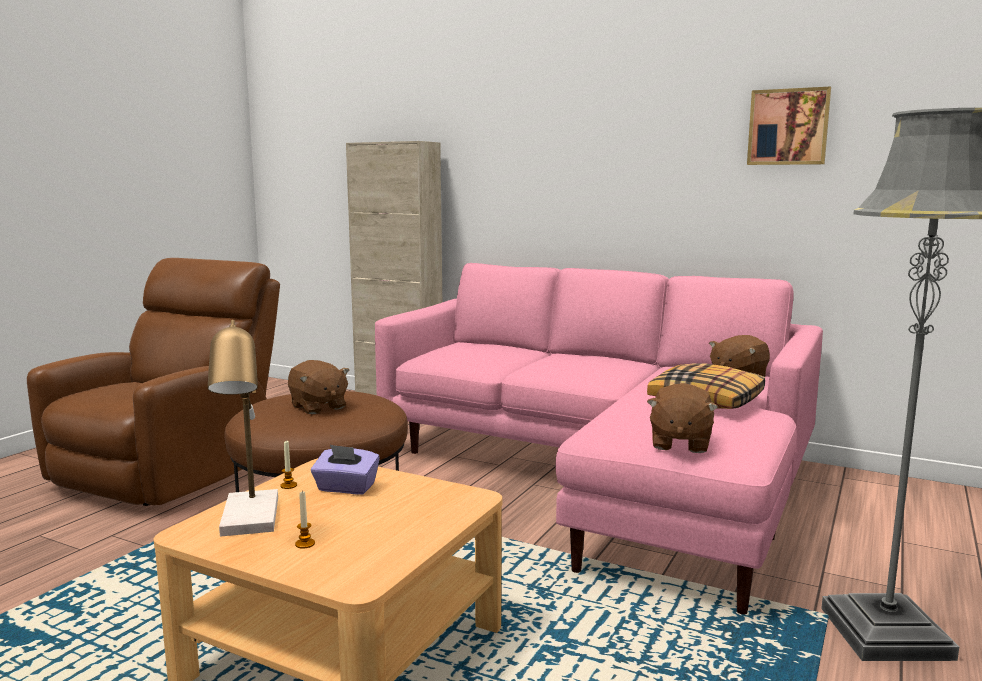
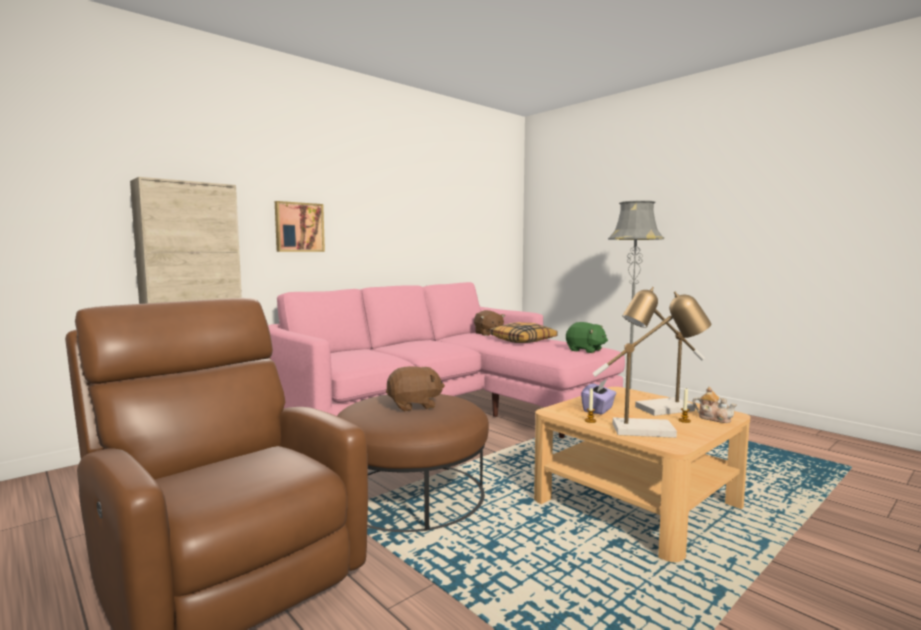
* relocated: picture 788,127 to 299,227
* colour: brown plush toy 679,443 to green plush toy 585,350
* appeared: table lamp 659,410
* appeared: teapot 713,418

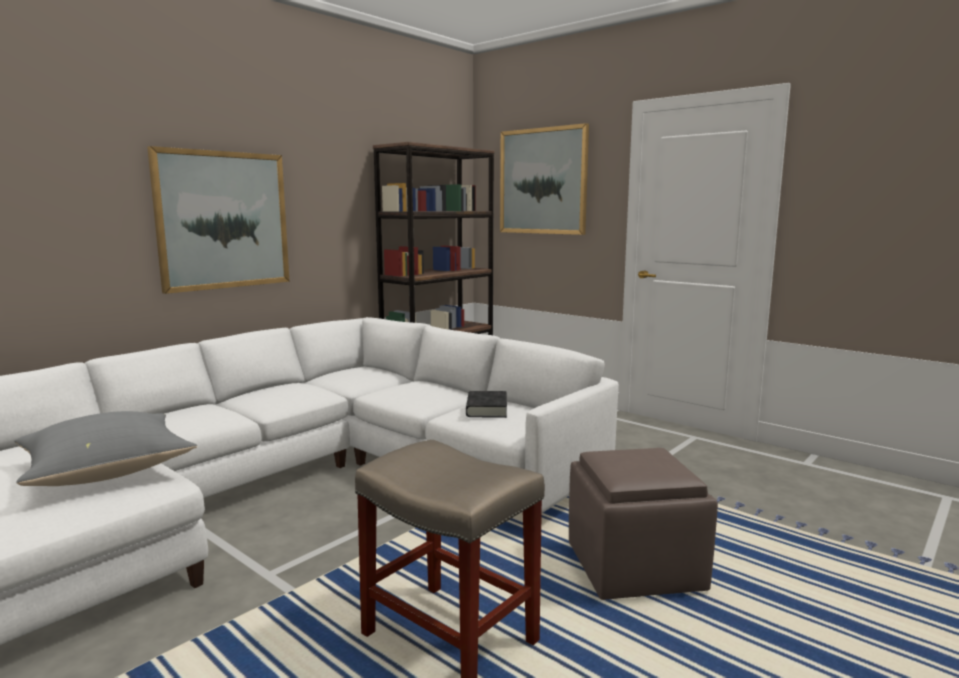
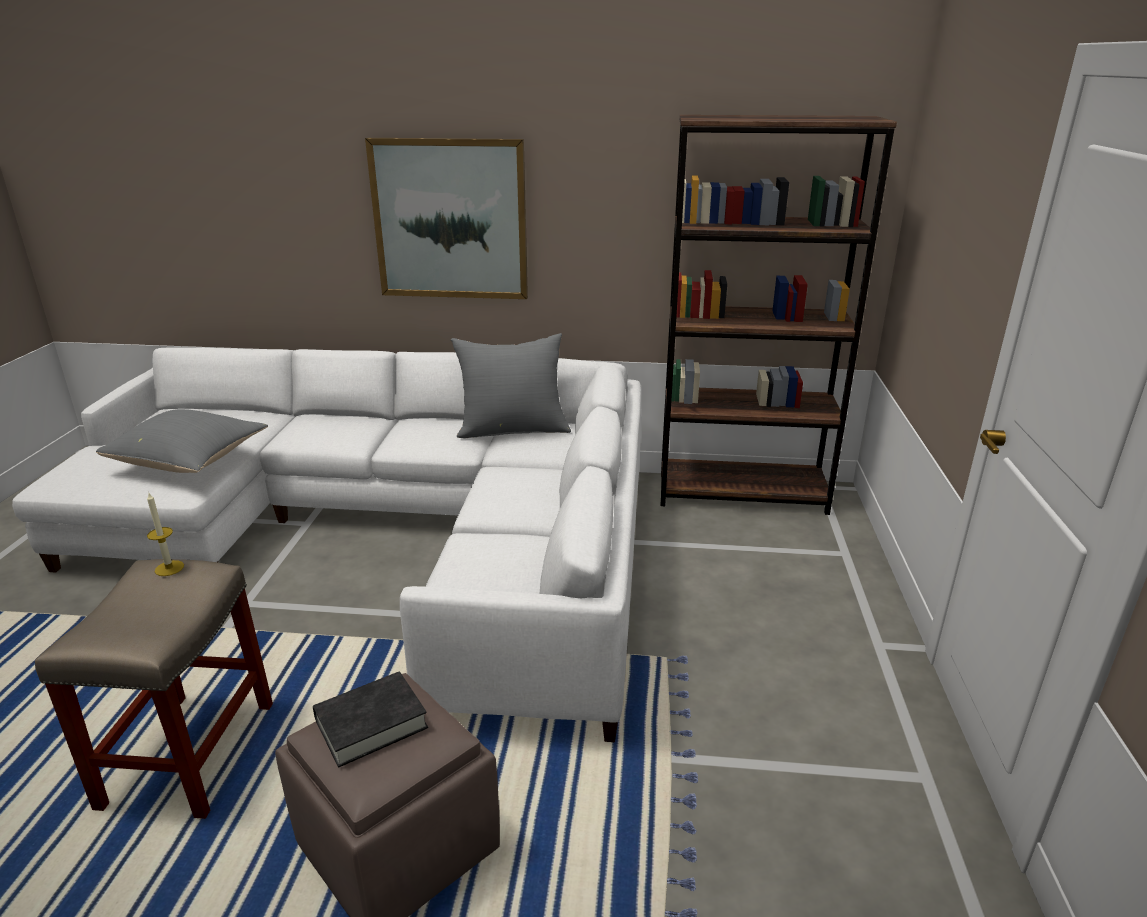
* appeared: candle 169,568
* relocated: black book 486,409 to 371,724
* appeared: grey pillow 513,429
* missing: picture 543,181

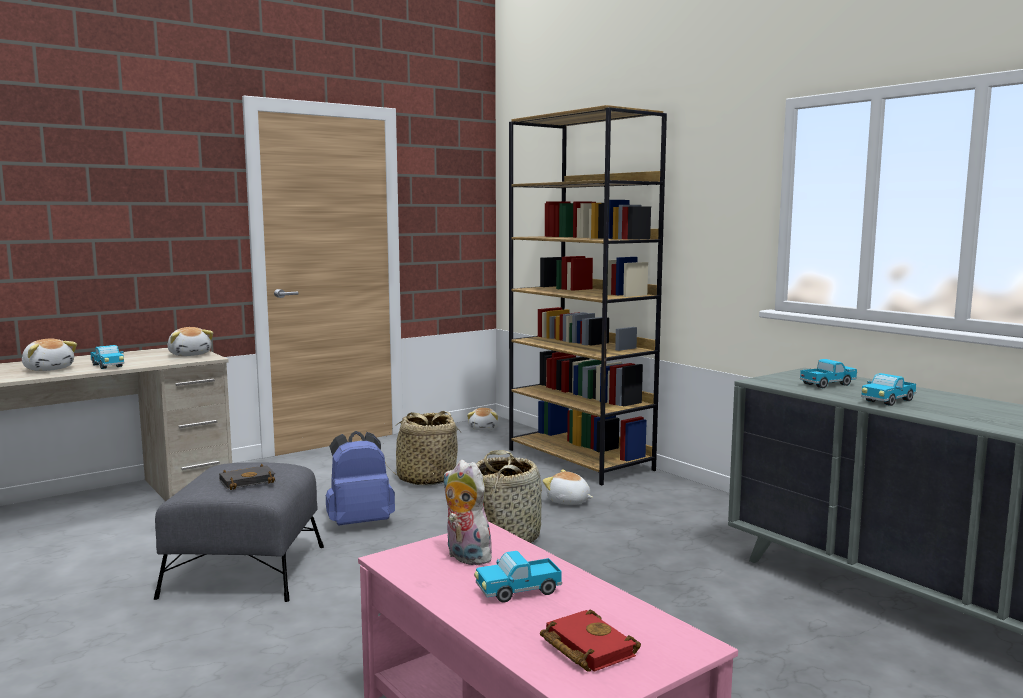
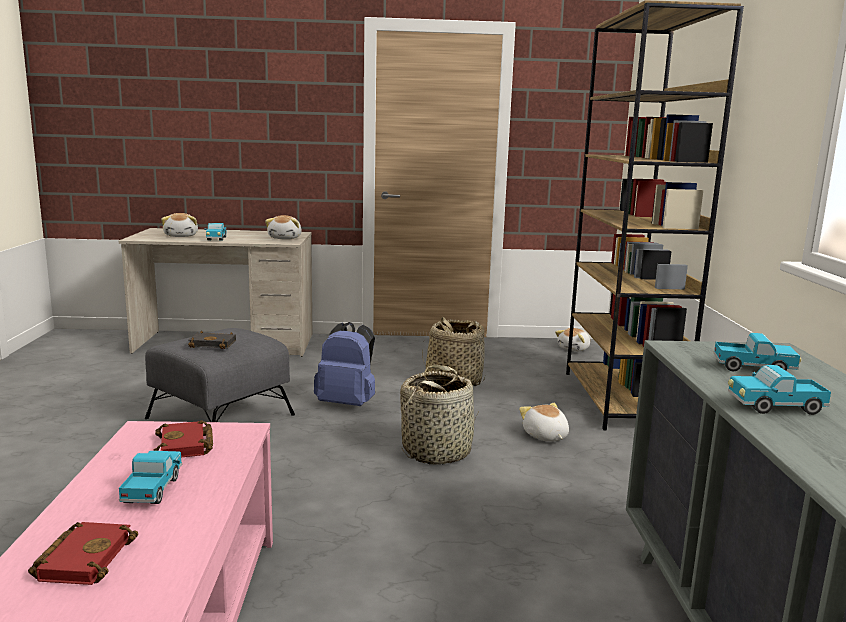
* spun: toy truck 517,591 = 153,489 75 degrees clockwise
* exchanged: plush toy 465,557 to red book 186,446

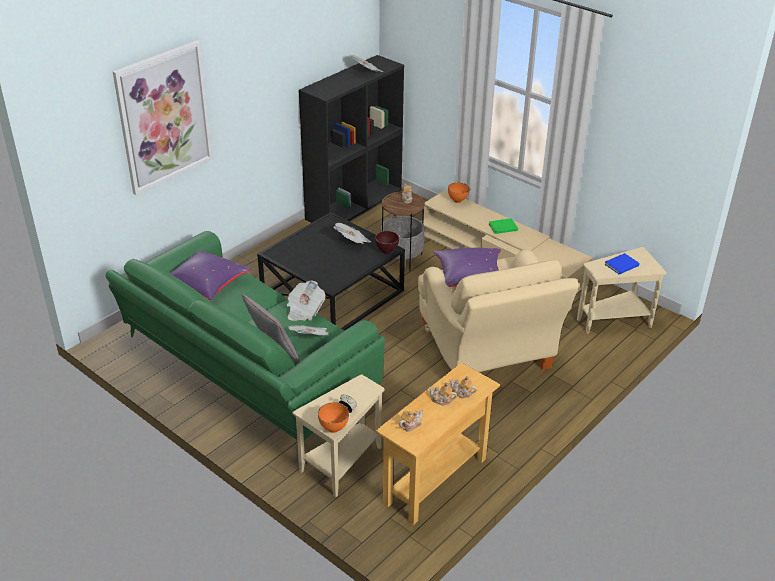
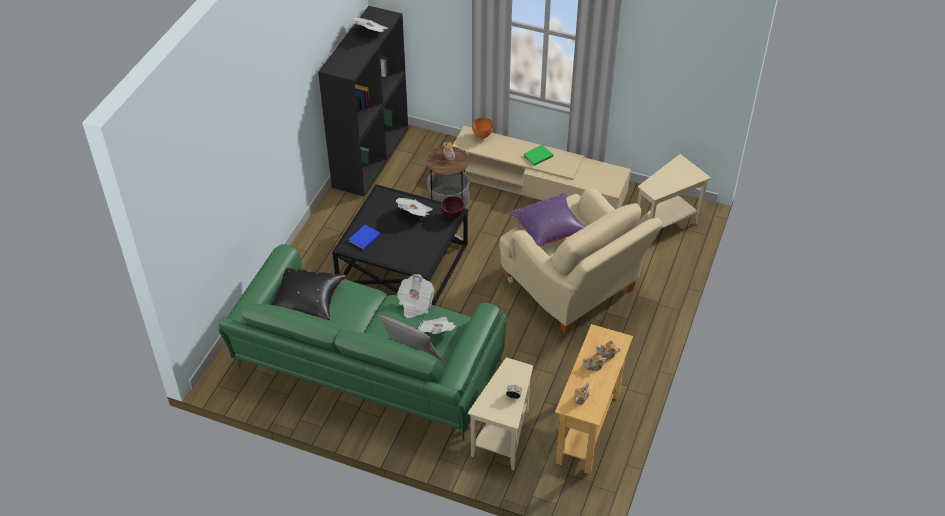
* colour: purple pillow 205,285 to black pillow 307,302
* relocated: blue book 620,265 to 363,238
* missing: picture 164,117
* missing: orange bowl 333,428

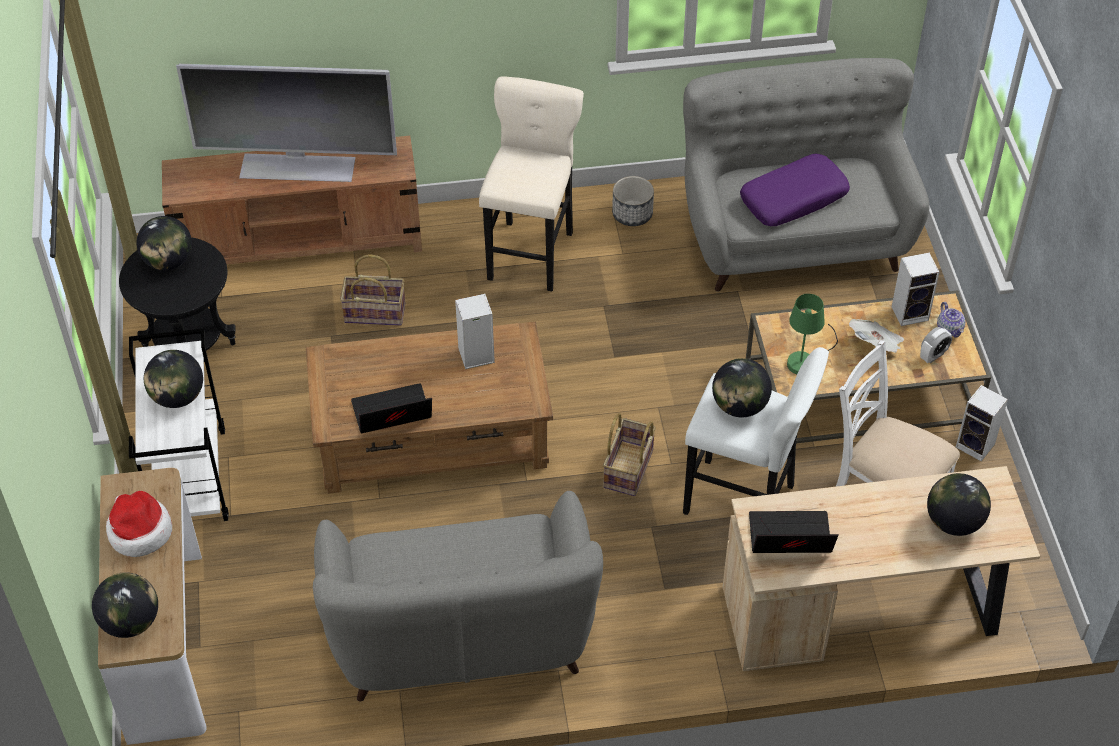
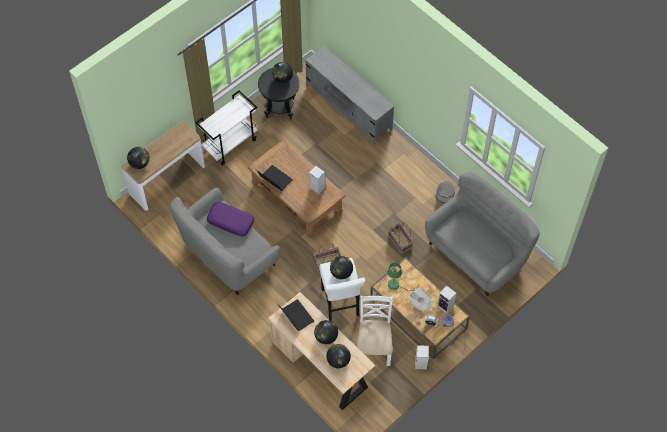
* relocated: purple pillow 793,198 to 231,221
* colour: brown tv stand 300,242 to grey tv stand 349,107
* relocated: globe 177,397 to 326,337
* relocated: basket 375,312 to 400,241
* missing: hat 139,531
* missing: television 297,166
* missing: beige stool 531,252

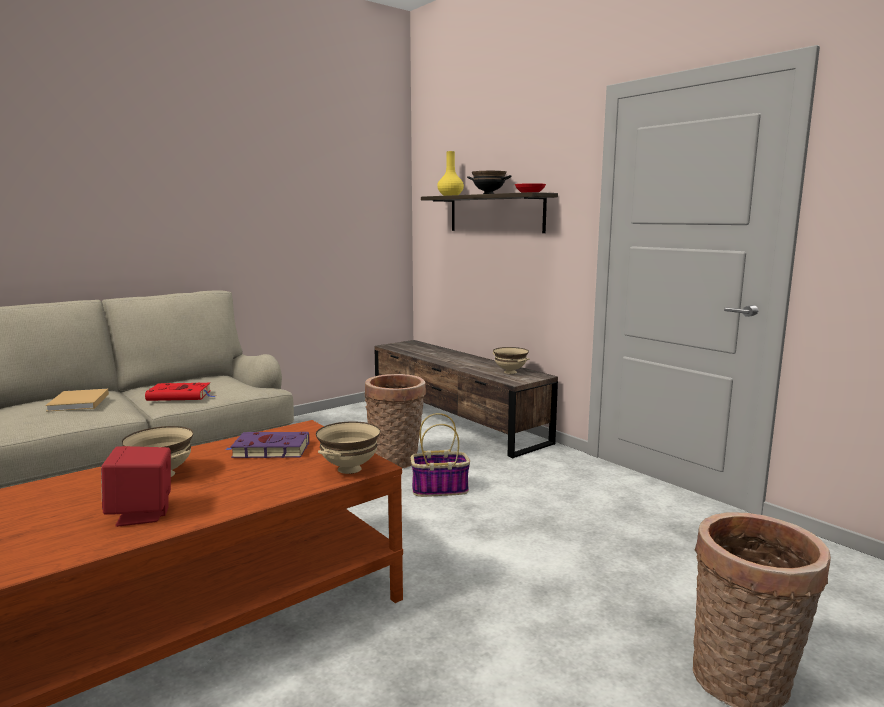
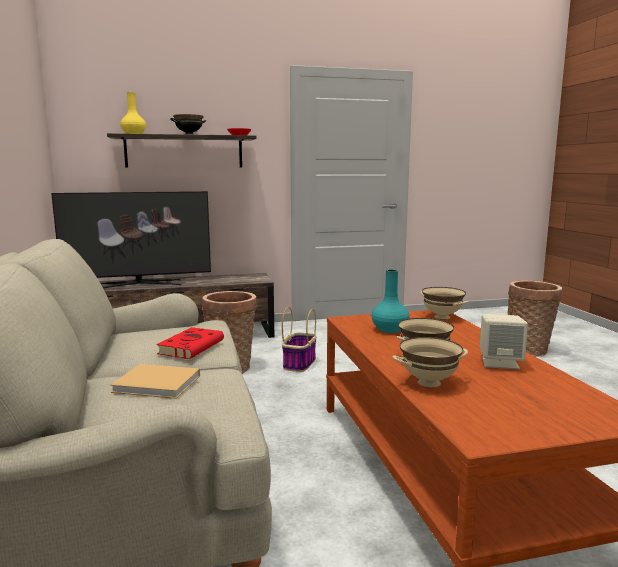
* appeared: television 138,284
* exchanged: purple book 269,450 to turquoise vase 390,330
* relocated: beige bowl 509,372 to 429,383
* colour: red speaker 142,514 to beige speaker 500,363

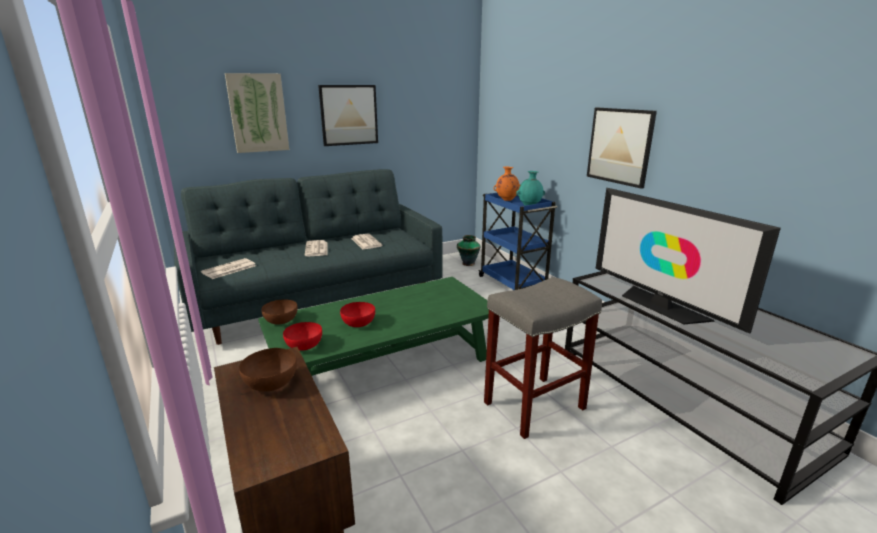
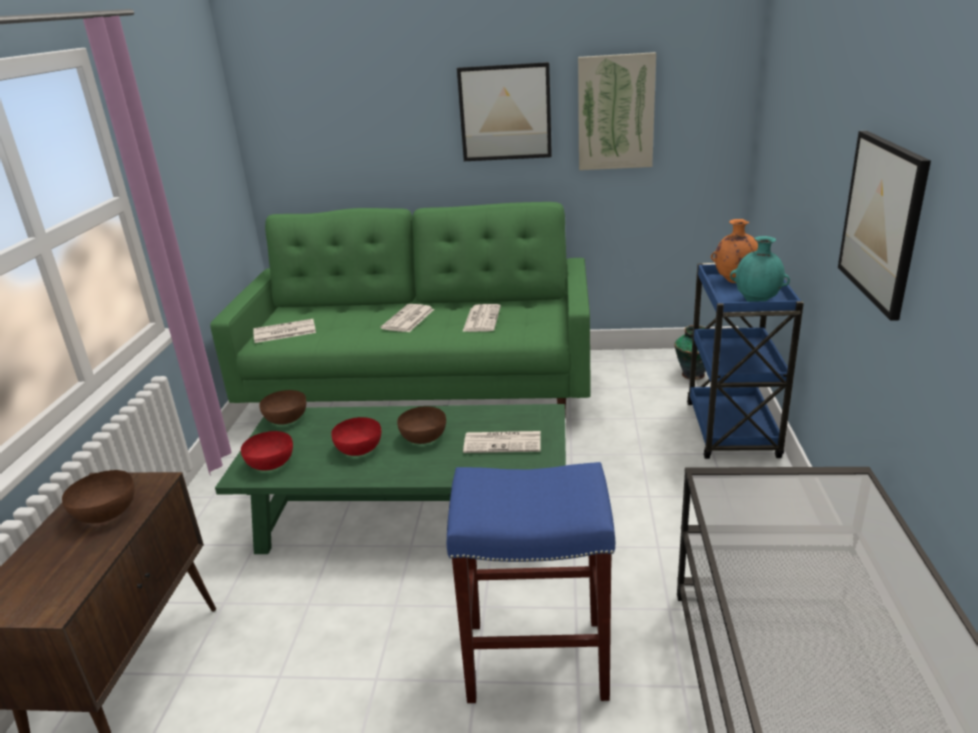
* colour: grey sofa 319,300 to green sofa 422,390
* appeared: brown bowl 424,437
* colour: grey stool 534,406 to blue stool 534,660
* appeared: newspaper 503,442
* relocated: picture 258,113 to 615,112
* missing: television 661,306

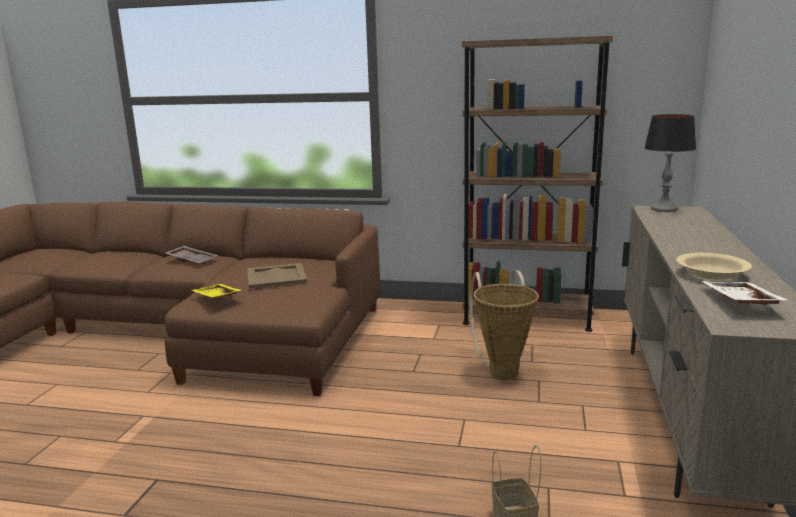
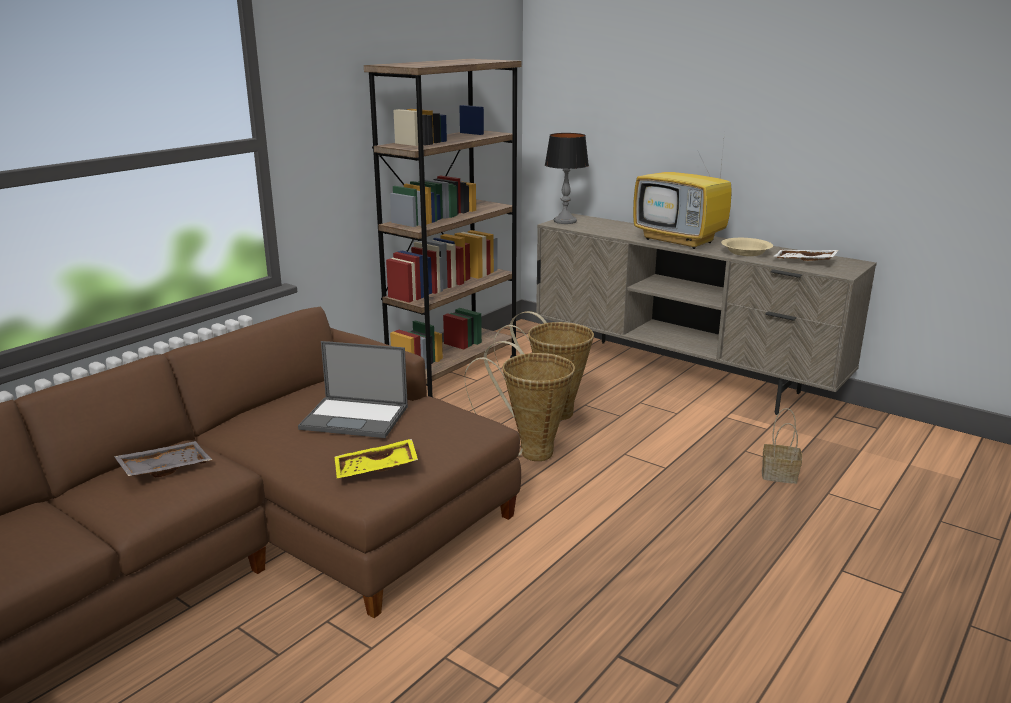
* exchanged: beige tray 277,276 to laptop 356,417
* appeared: basket 529,452
* appeared: television 681,241

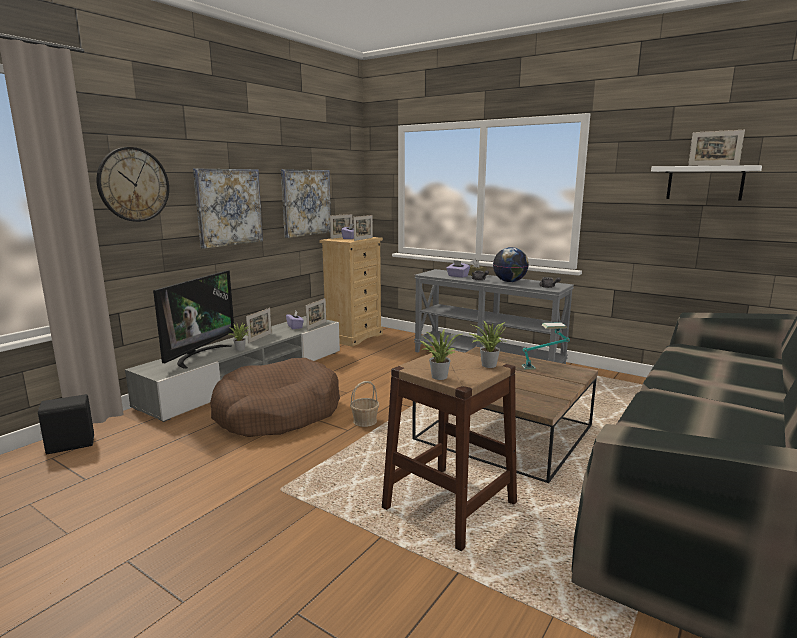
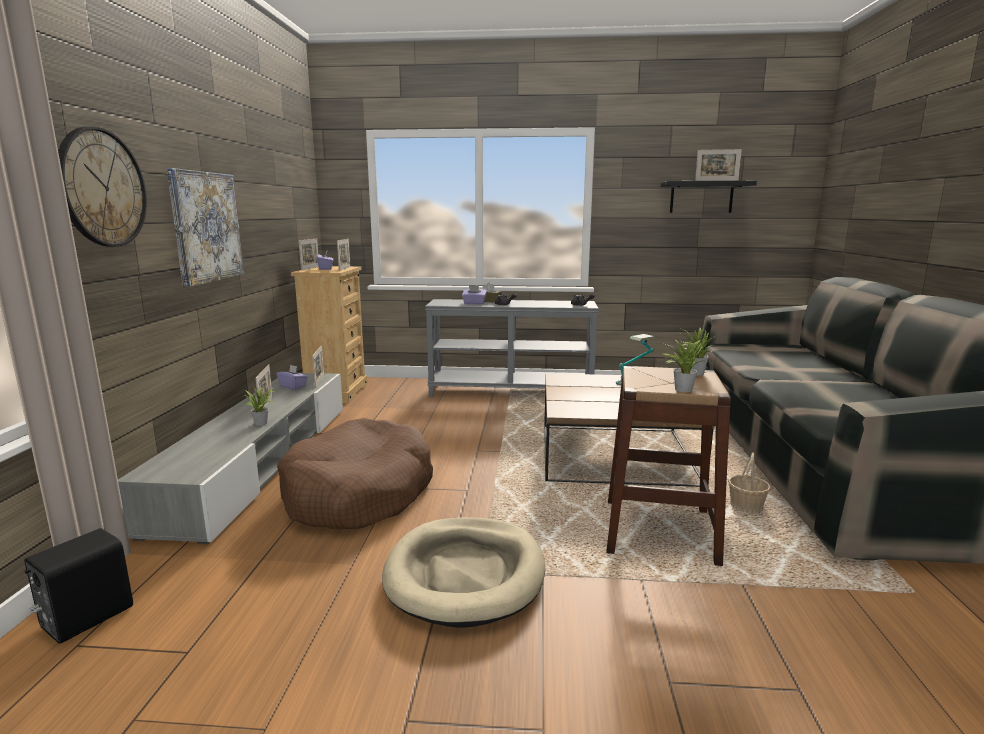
* appeared: beige dog bed 465,574
* colour: white shelf 705,183 to black shelf 701,197
* relocated: basket 365,421 to 746,506
* missing: television 198,355
* missing: picture 306,202
* missing: globe 509,281

